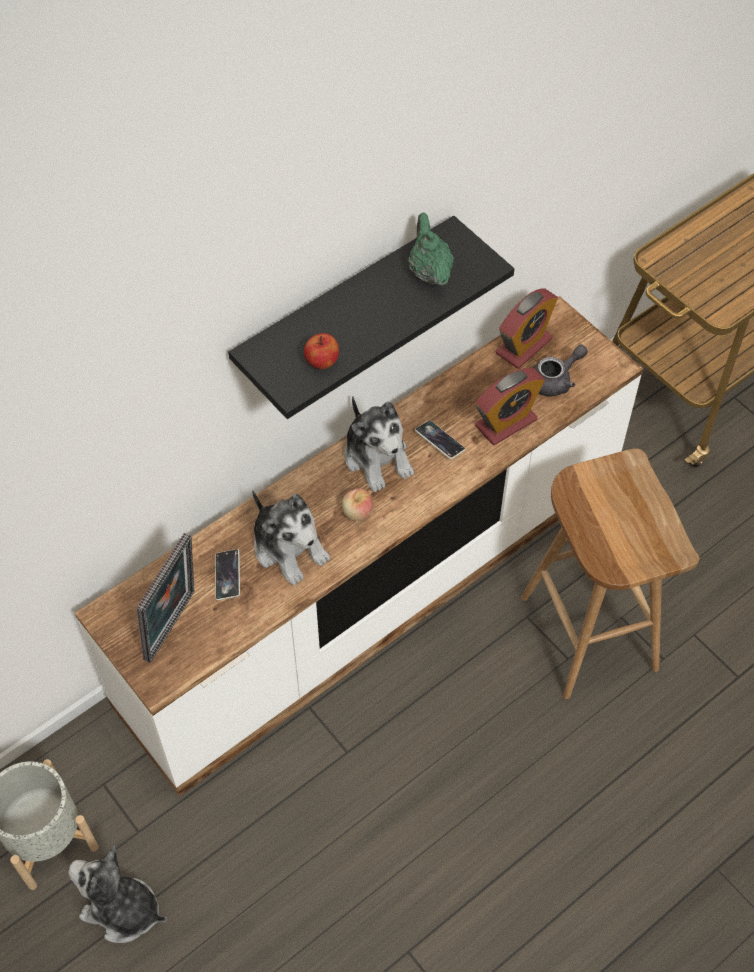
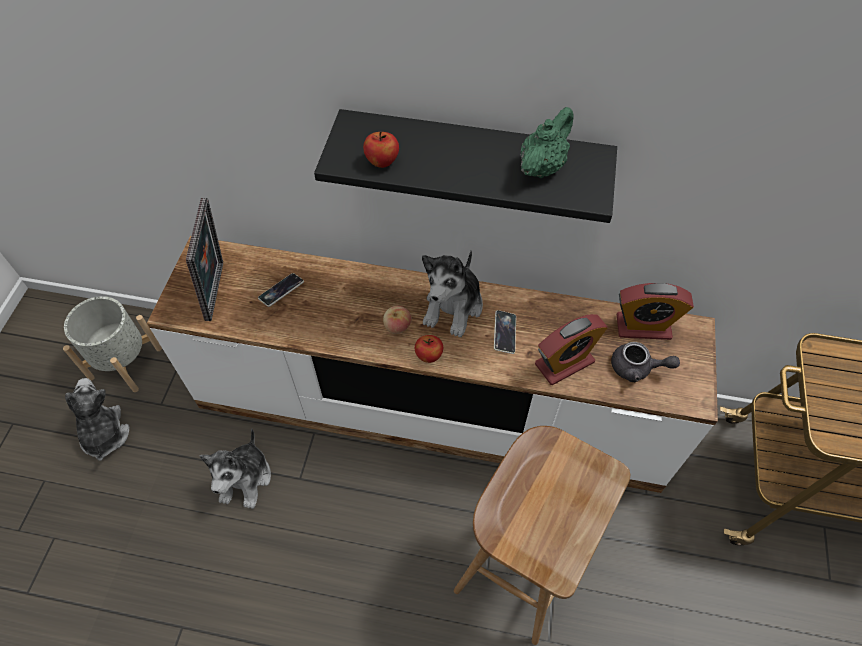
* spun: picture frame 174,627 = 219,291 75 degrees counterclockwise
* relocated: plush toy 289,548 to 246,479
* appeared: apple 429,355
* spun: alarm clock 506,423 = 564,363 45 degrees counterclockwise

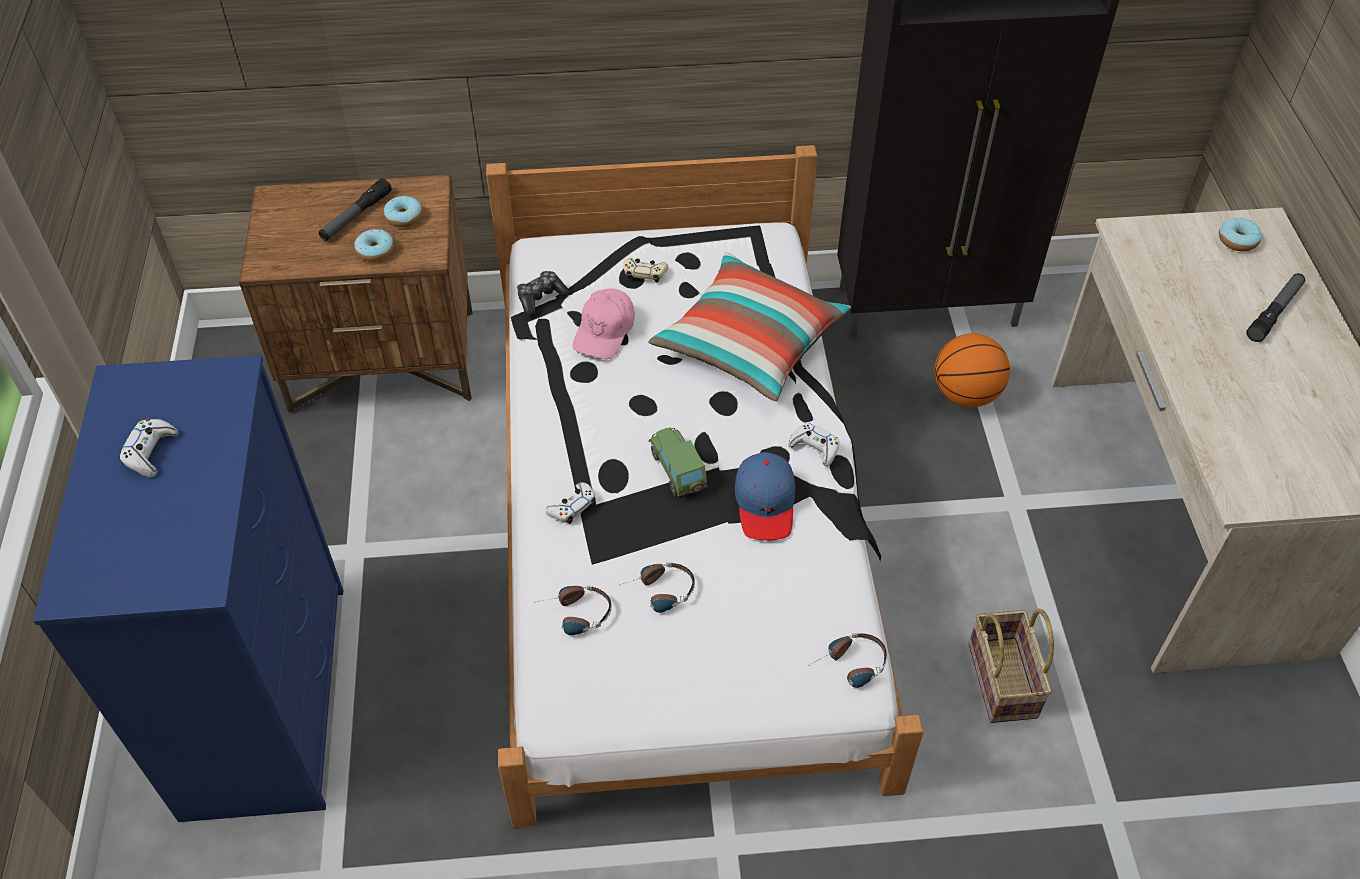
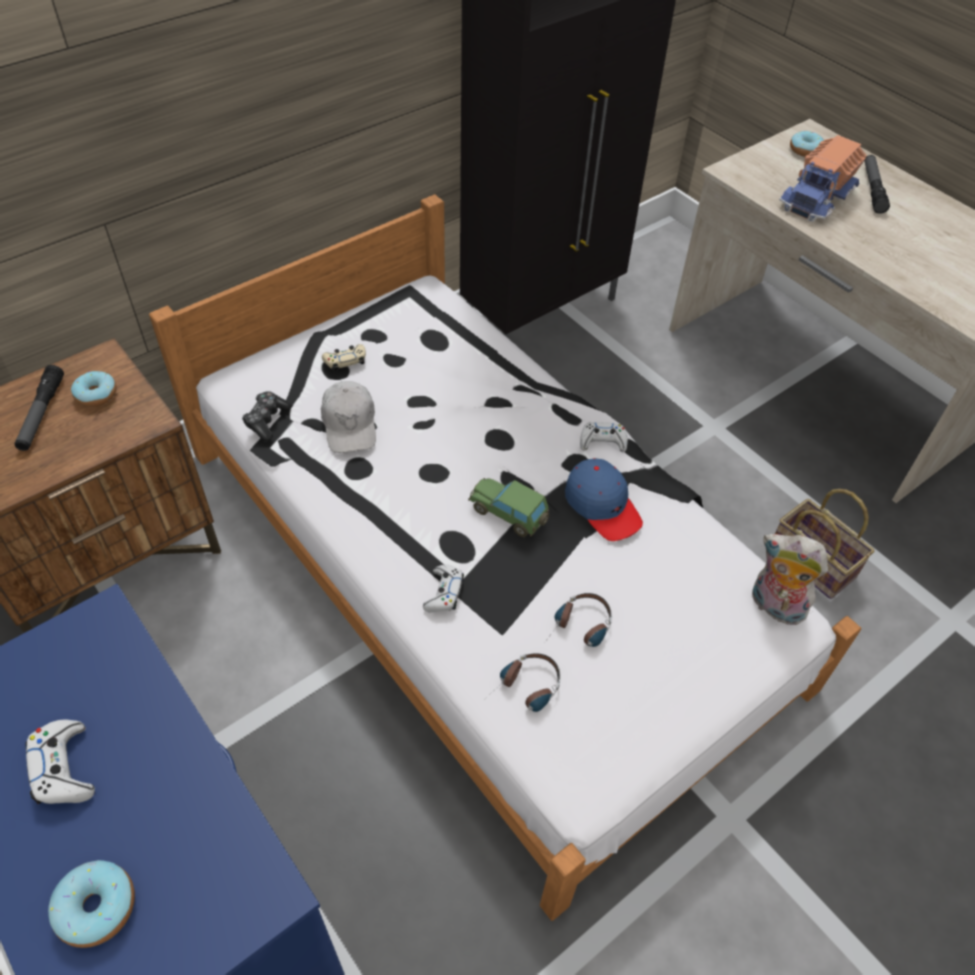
* relocated: donut 375,251 to 97,908
* colour: pink cap 605,331 to white cap 350,424
* exchanged: headphones 849,667 to plush toy 774,606
* appeared: toy truck 818,197
* missing: pillow 749,343
* missing: basketball 965,394

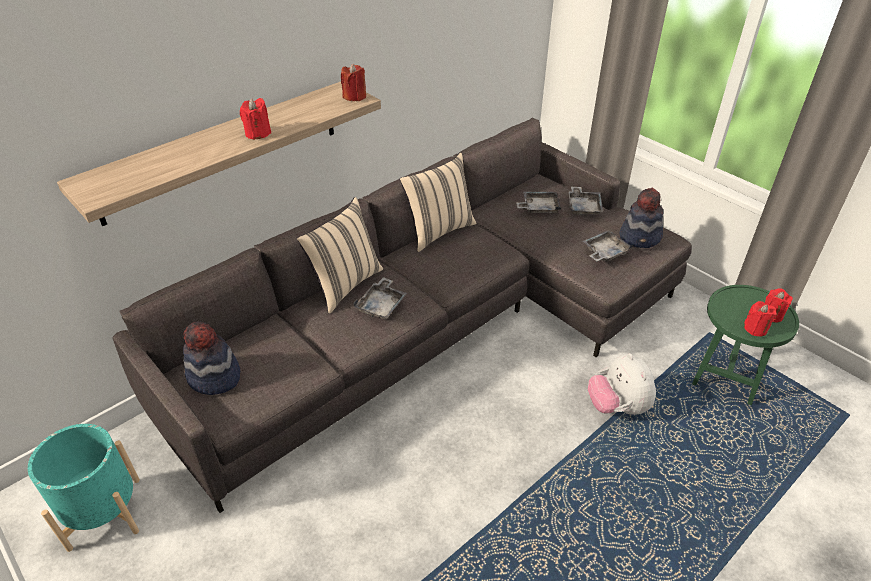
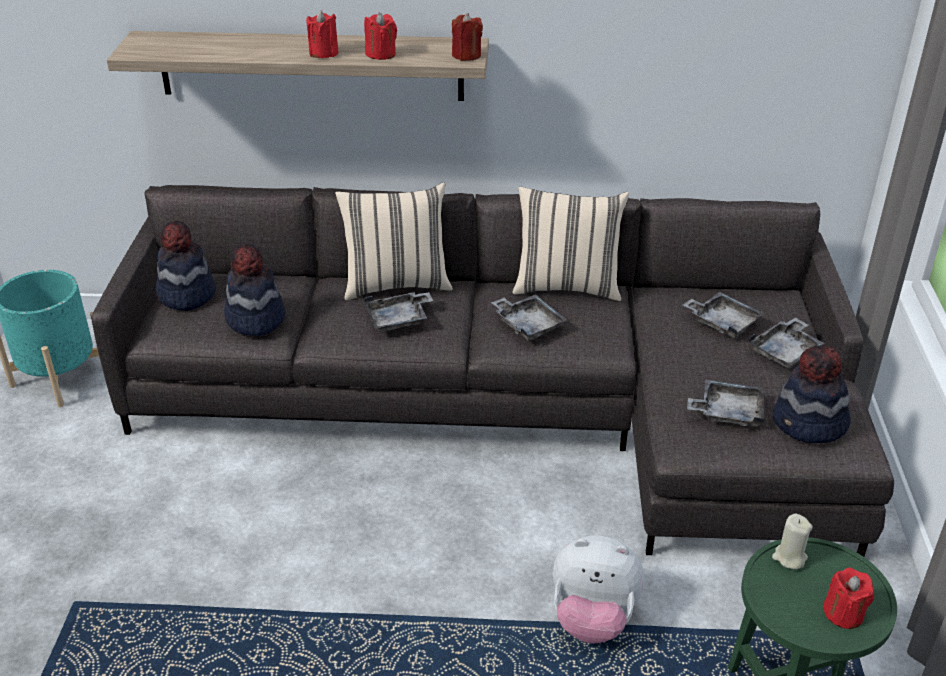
* appeared: hat 255,319
* relocated: red candle 755,329 to 381,54
* appeared: grey tray 528,324
* spun: plush toy 617,407 = 593,619 105 degrees counterclockwise
* appeared: beige candle 789,557

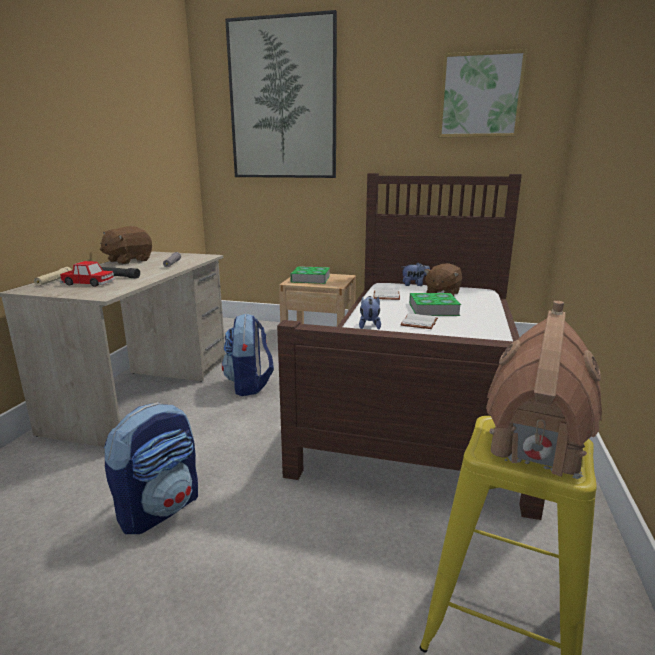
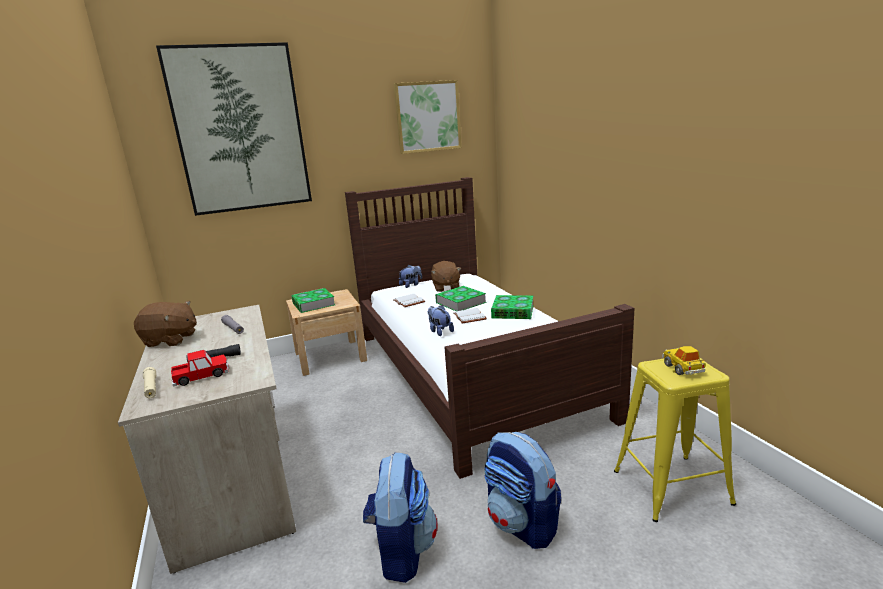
* spun: brown plush toy 128,261 = 171,340 90 degrees counterclockwise
* relocated: backpack 249,385 to 522,524
* appeared: book 513,311
* exchanged: toy house 535,445 to toy car 683,368

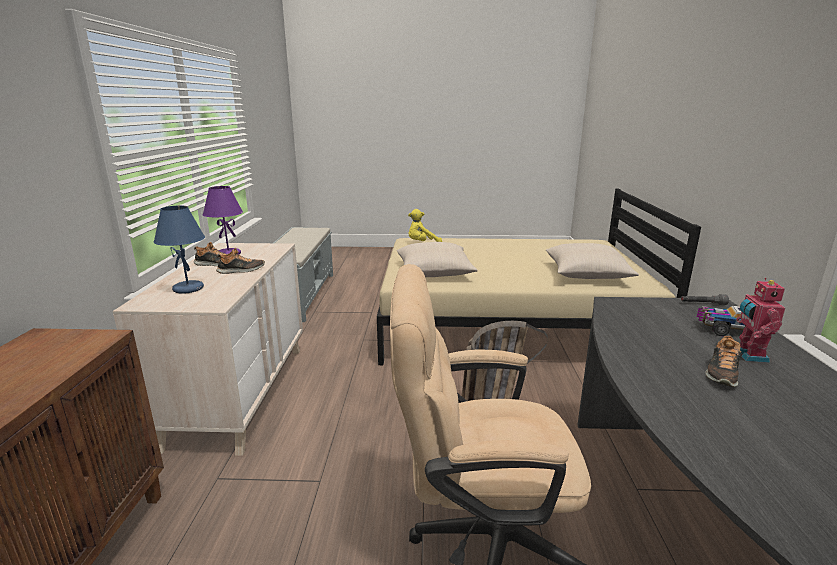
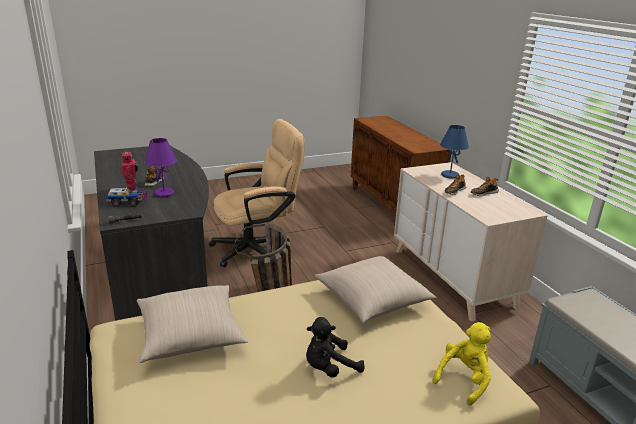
* relocated: purple table lamp 228,254 to 164,193
* appeared: black plush toy 329,368

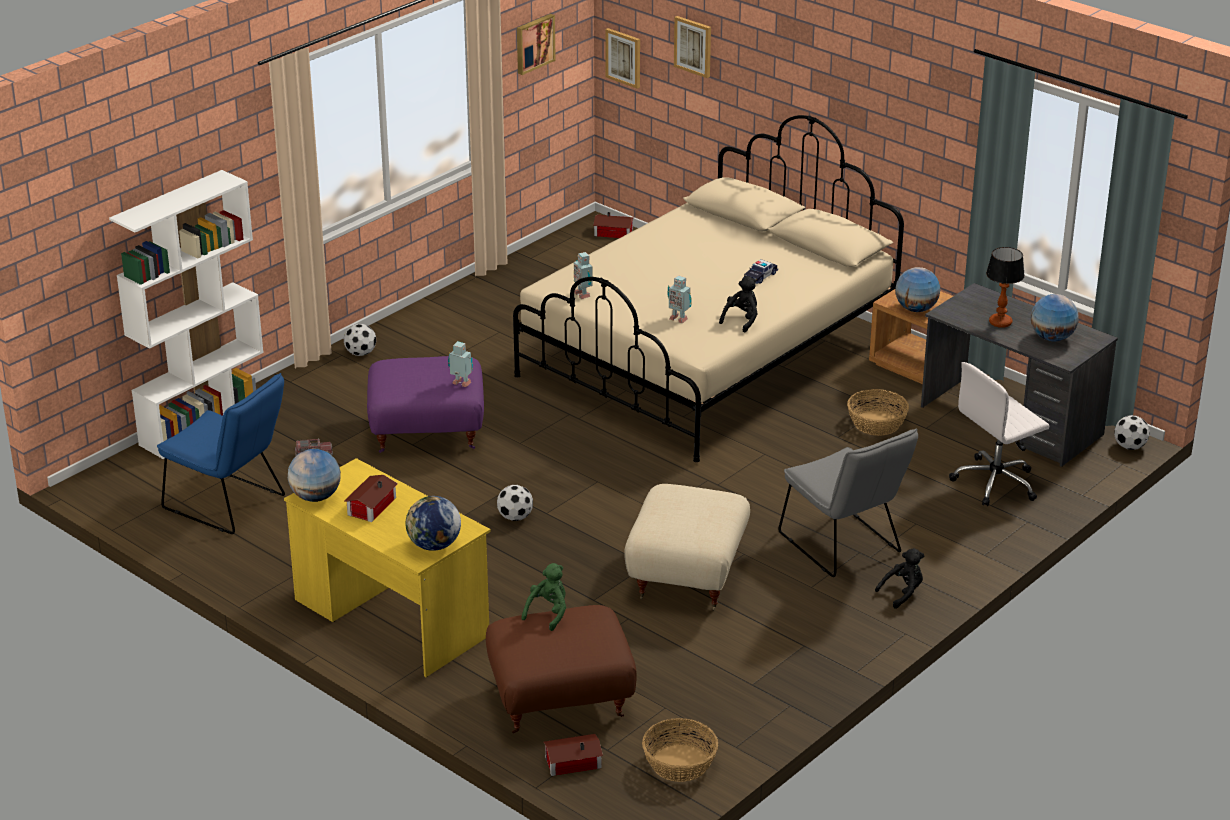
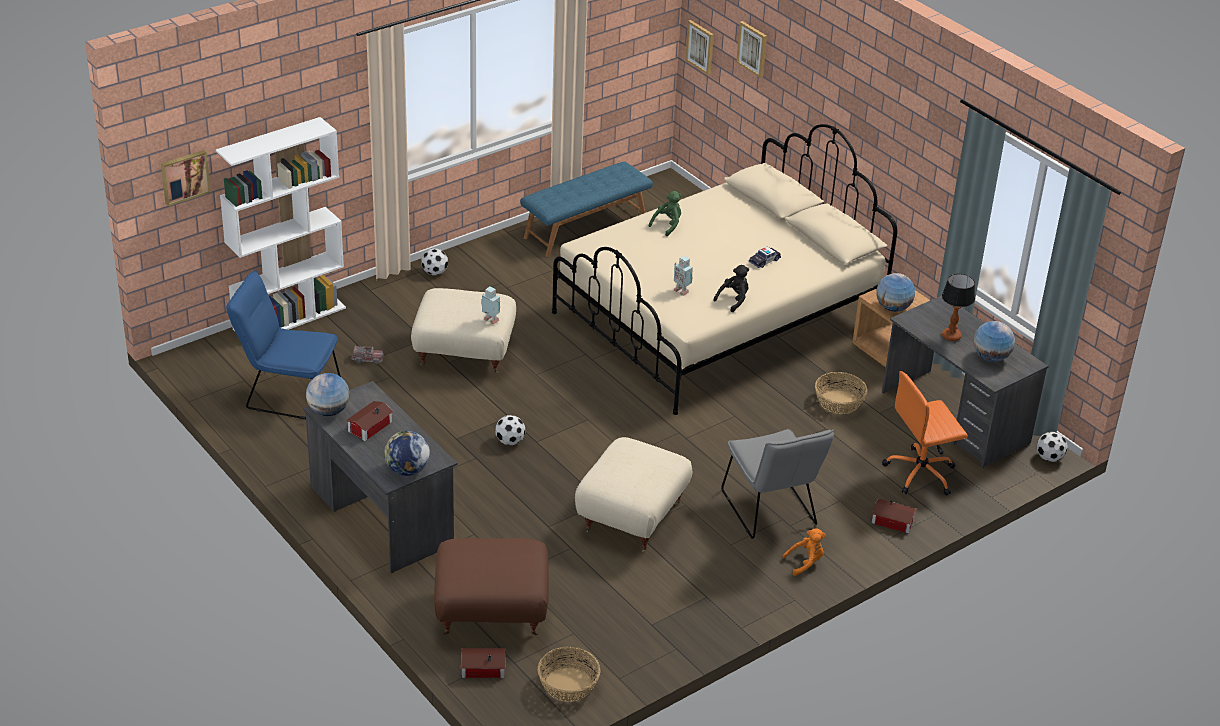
* relocated: picture 534,43 to 184,176
* spun: blue chair 230,505 = 287,394 150 degrees clockwise
* colour: yellow desk 391,618 to grey desk 381,515
* colour: purple ottoman 426,434 to beige ottoman 463,354
* appeared: blue bench 585,228
* relocated: green plush toy 548,613 to 667,225
* colour: black plush toy 902,593 to orange plush toy 805,563
* relocated: toy house 614,233 to 893,522
* colour: white office chair 996,482 to orange office chair 921,473
* missing: toy robot 583,294

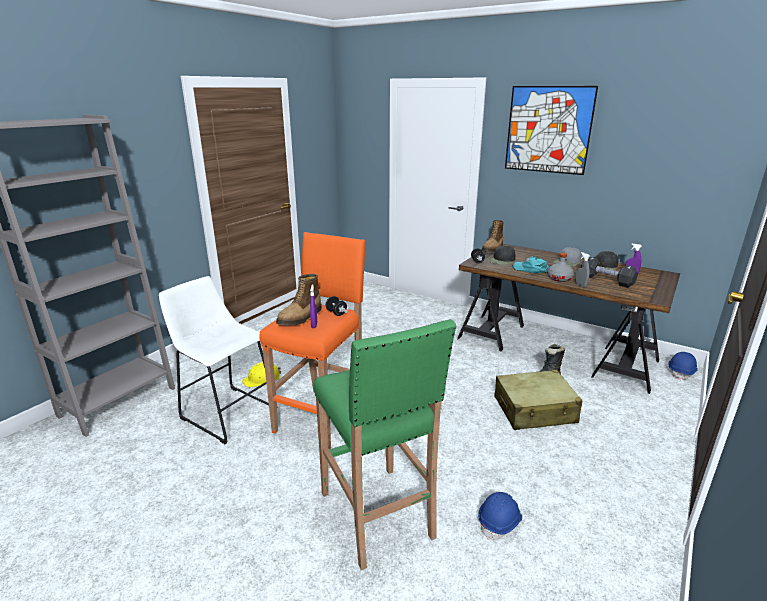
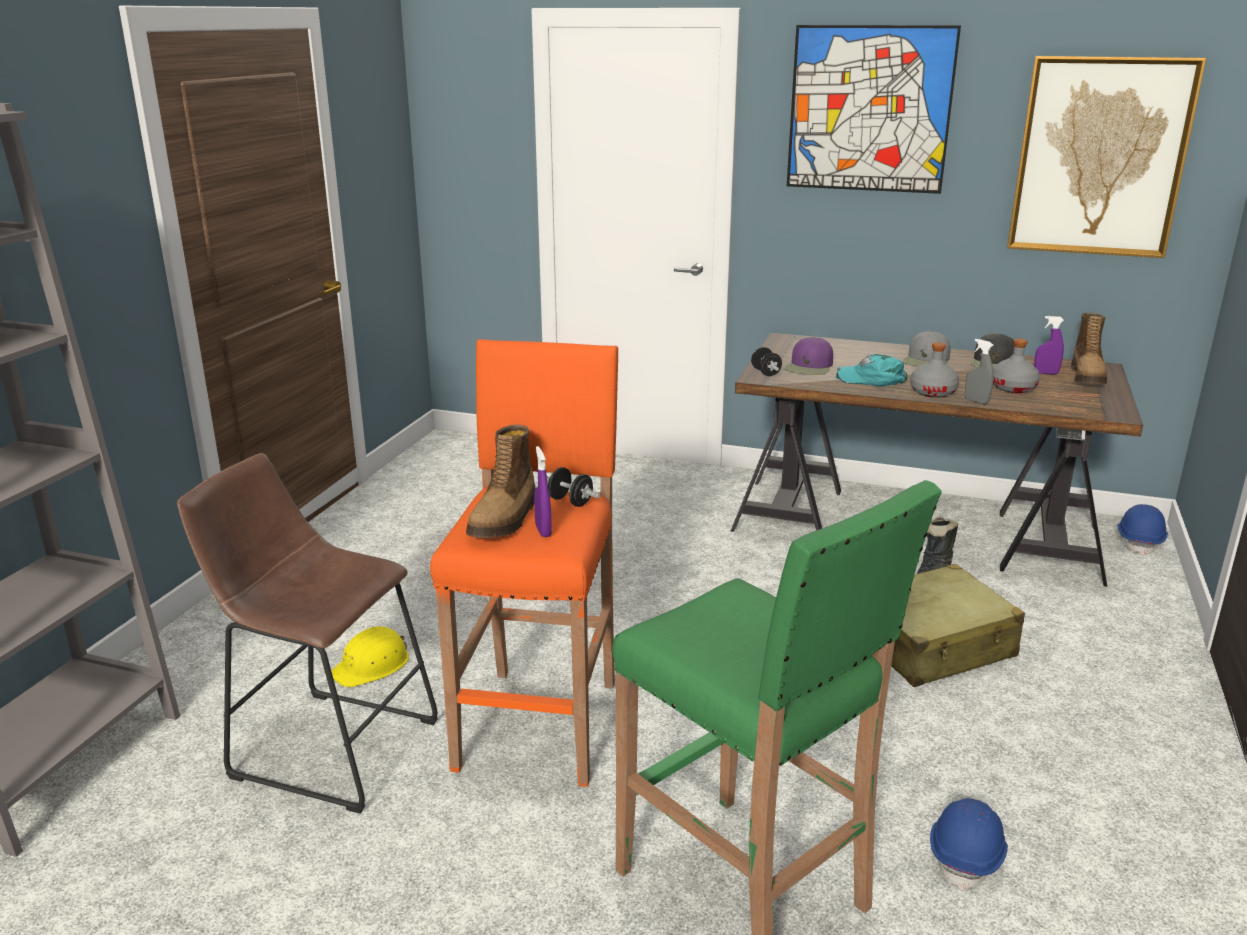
* colour: white stool 226,411 to brown stool 326,745
* colour: black cap 502,260 to purple cap 809,367
* exchanged: black dumbbell 606,280 to grey bottle 1013,388
* appeared: picture 1100,157
* relocated: boot 493,249 to 1087,377

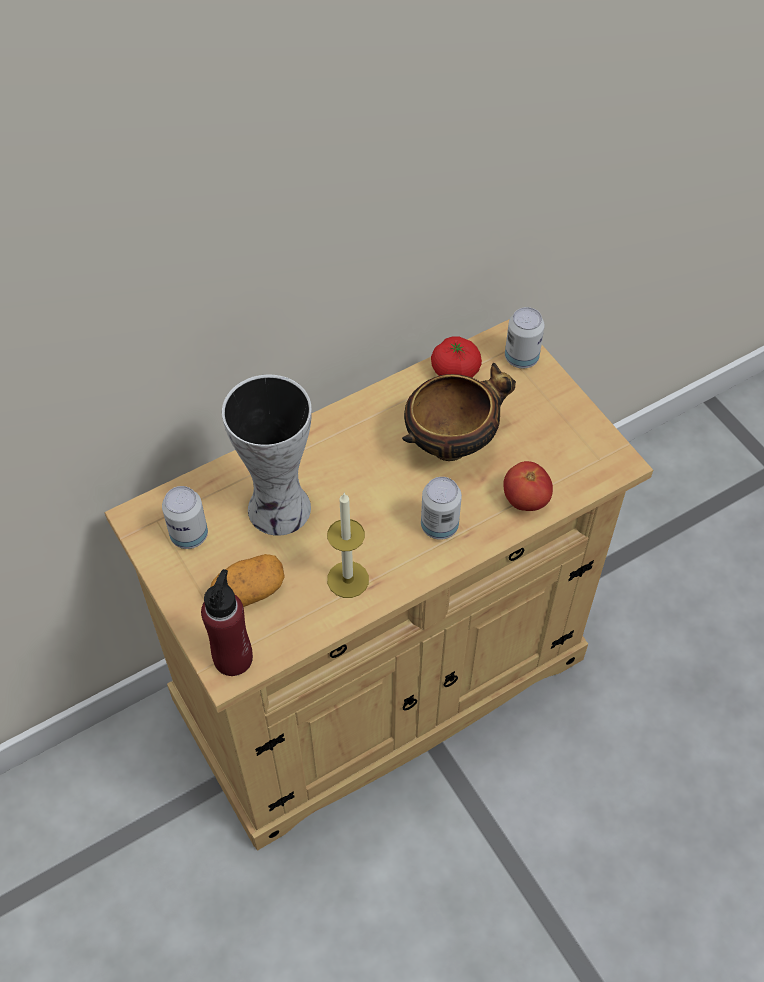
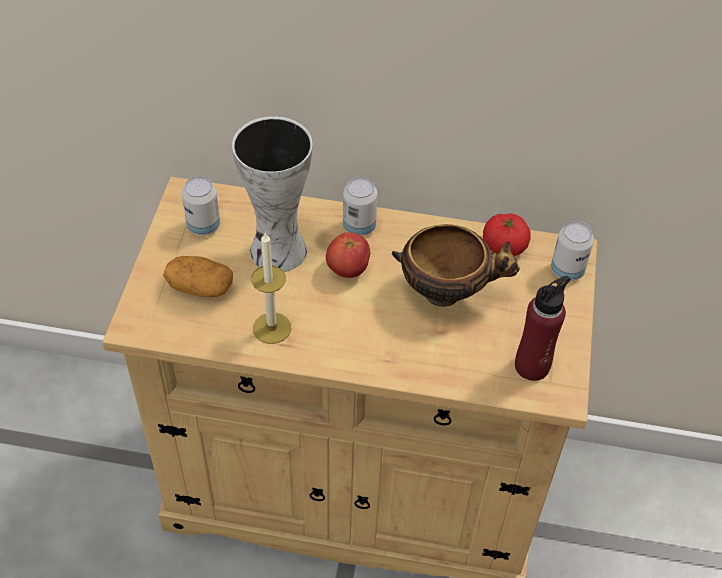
* relocated: tomato 525,500 to 347,269
* relocated: can 439,526 to 359,227
* relocated: red bottle 233,658 to 532,366

